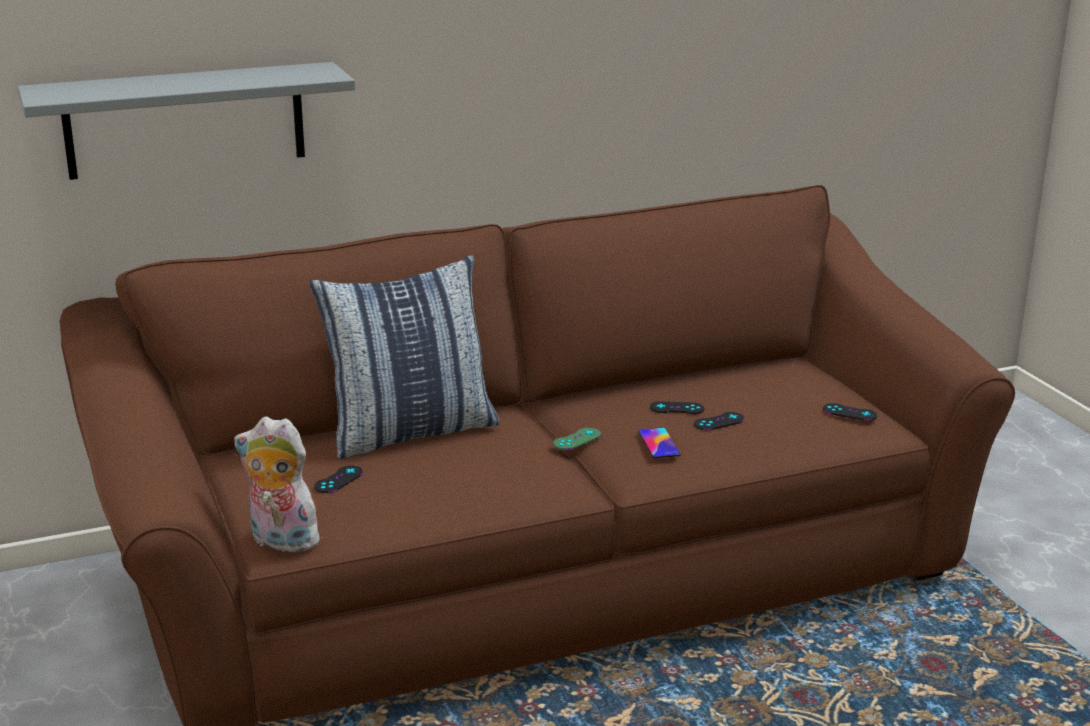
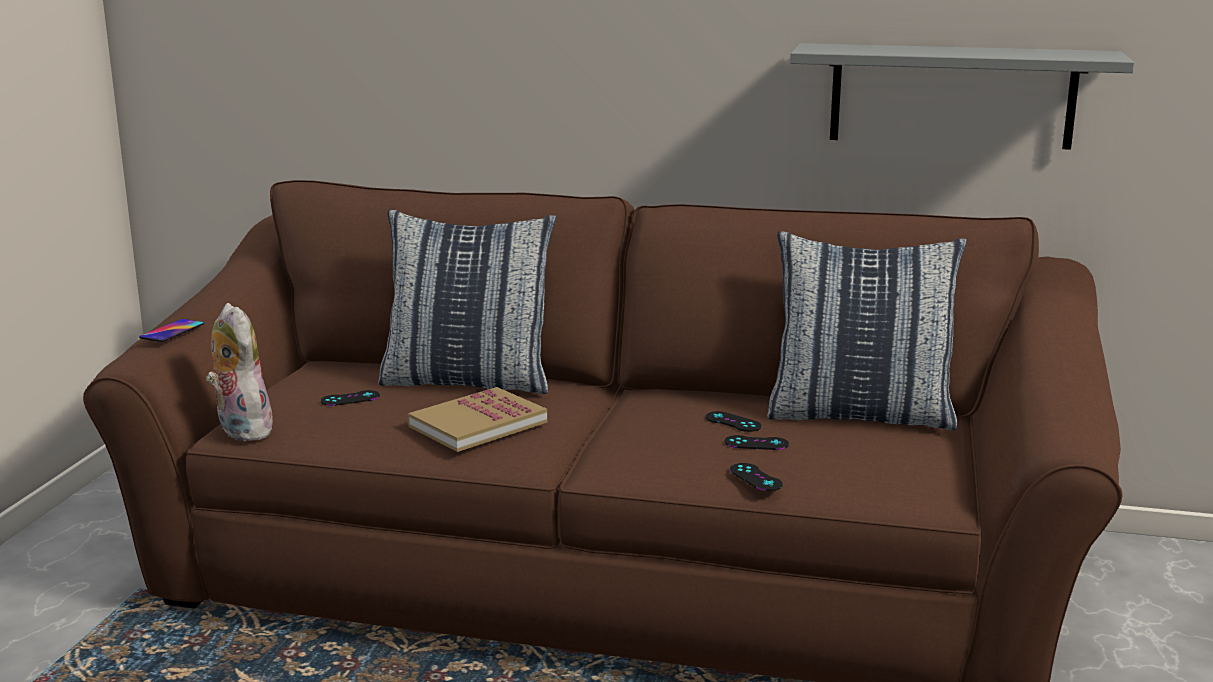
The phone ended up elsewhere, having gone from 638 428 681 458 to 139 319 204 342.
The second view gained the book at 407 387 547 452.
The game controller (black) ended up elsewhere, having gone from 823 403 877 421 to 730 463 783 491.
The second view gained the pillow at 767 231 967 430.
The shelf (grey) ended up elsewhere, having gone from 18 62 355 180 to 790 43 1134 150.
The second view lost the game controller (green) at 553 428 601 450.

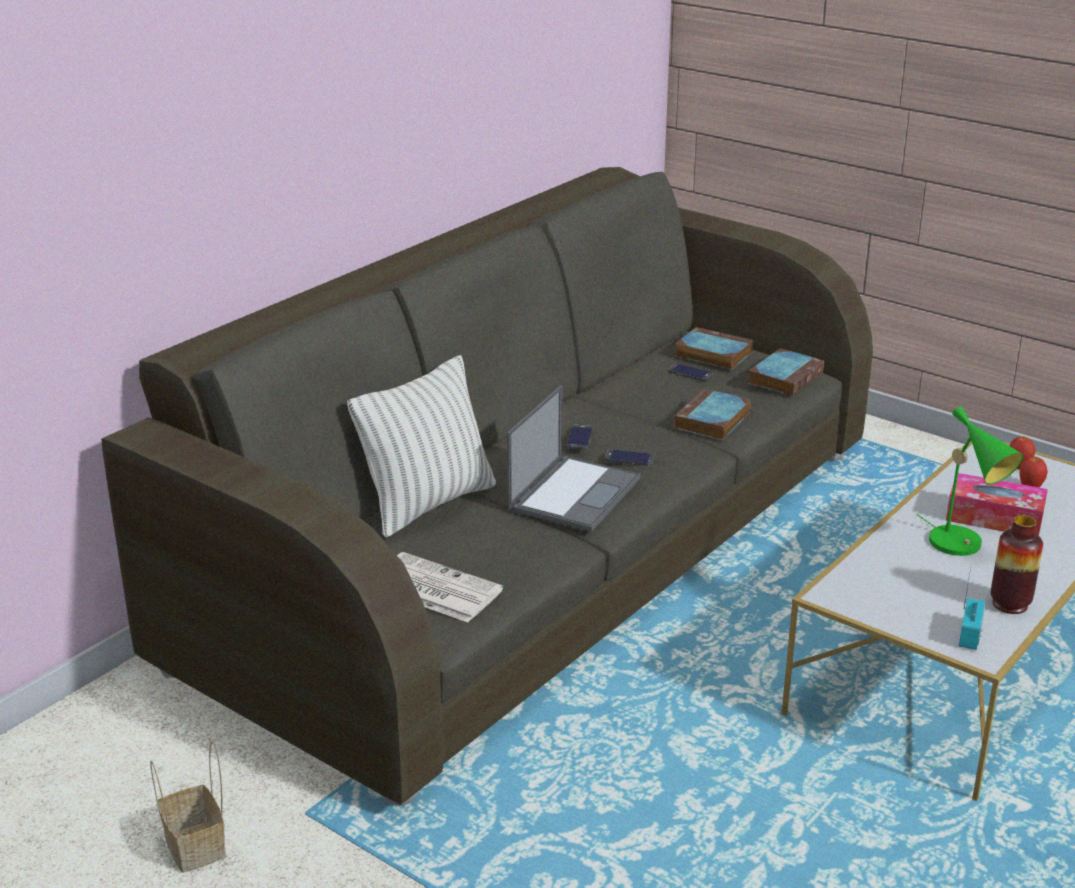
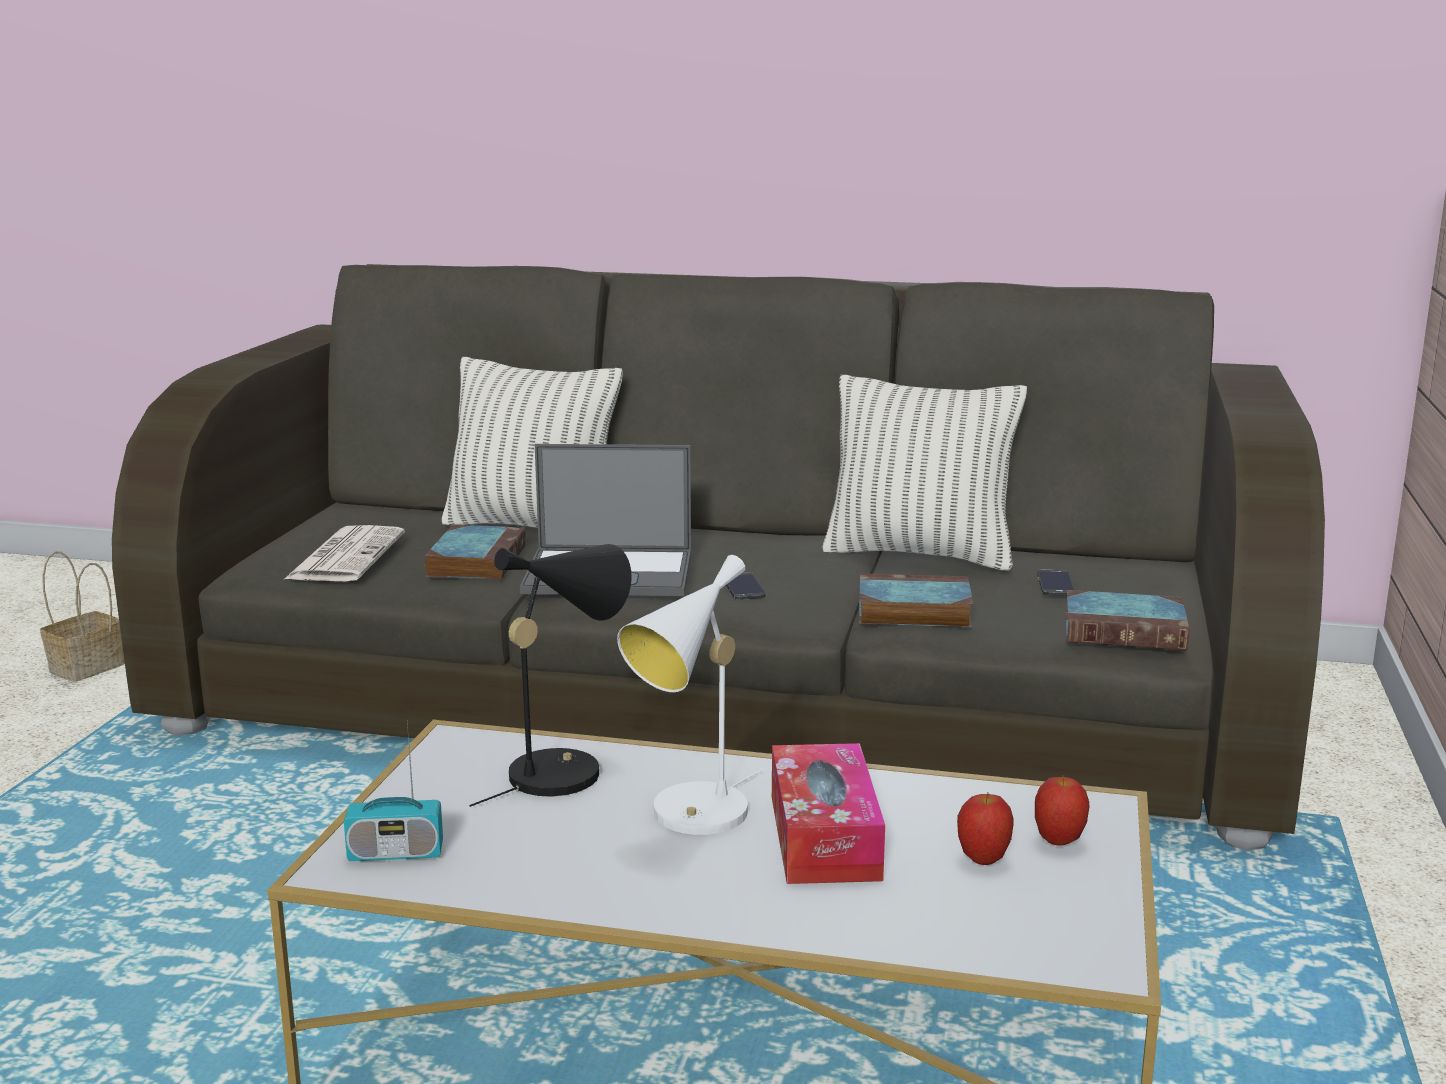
The book ended up elsewhere, having gone from 675 327 753 370 to 425 525 526 580.
The second view gained the table lamp (black) at 469 544 632 807.
What was the table lamp (green) at 916 406 1024 556 turned into the table lamp (white) at 617 555 763 835.
The second view gained the pillow at 822 375 1027 571.
The second view lost the phone at 566 425 593 449.
The second view lost the vase at 991 515 1043 614.

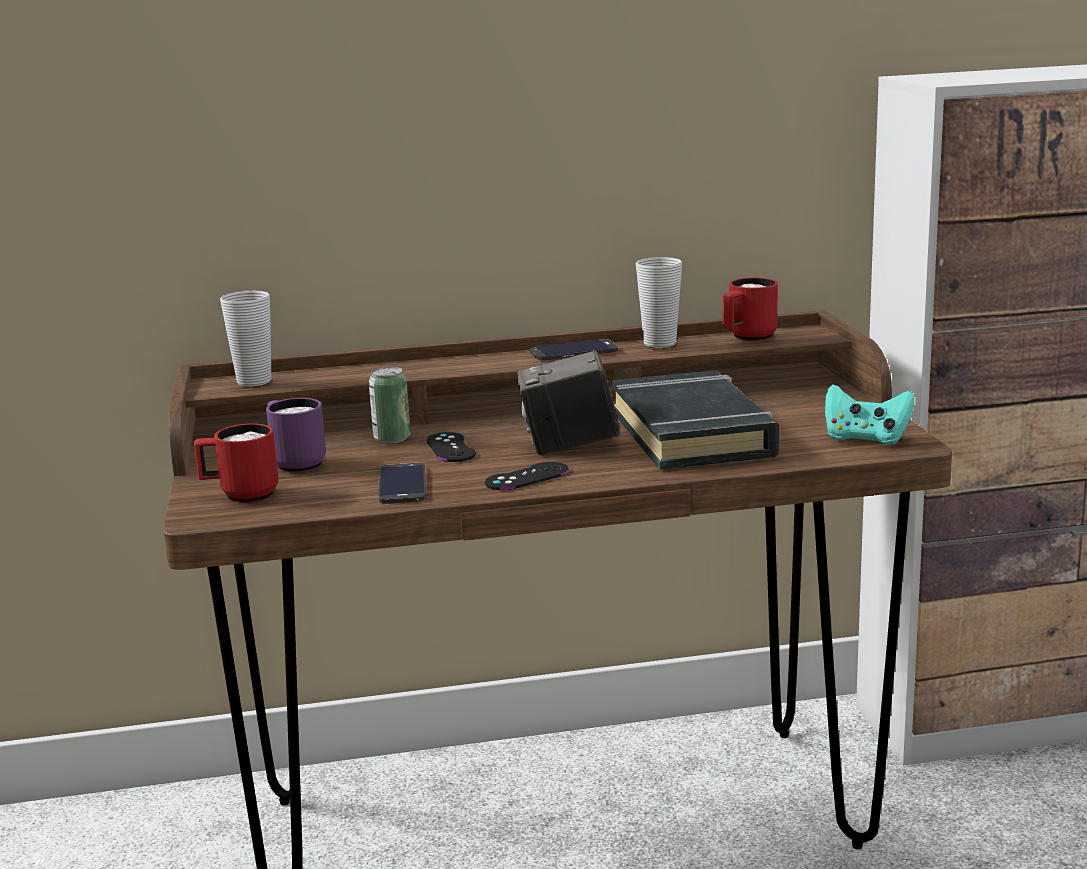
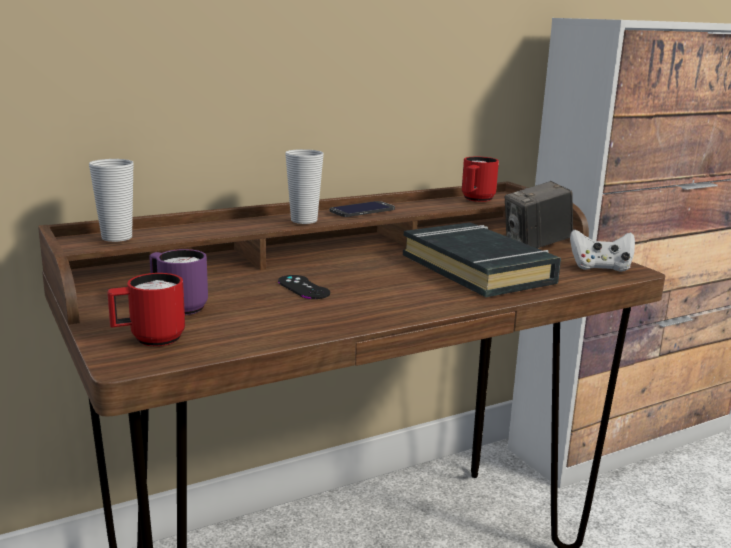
The cup ended up elsewhere, having gone from 636 257 682 348 to 285 149 324 224.
The photo camera ended up elsewhere, having gone from 517 350 620 455 to 505 181 573 248.
What was the game controller (turquoise) at 825 384 914 445 turned into the game controller (white) at 570 229 635 272.
The second view lost the can at 369 367 411 444.
The second view lost the phone at 378 463 426 504.
The second view lost the game controller (black) at 485 462 569 490.

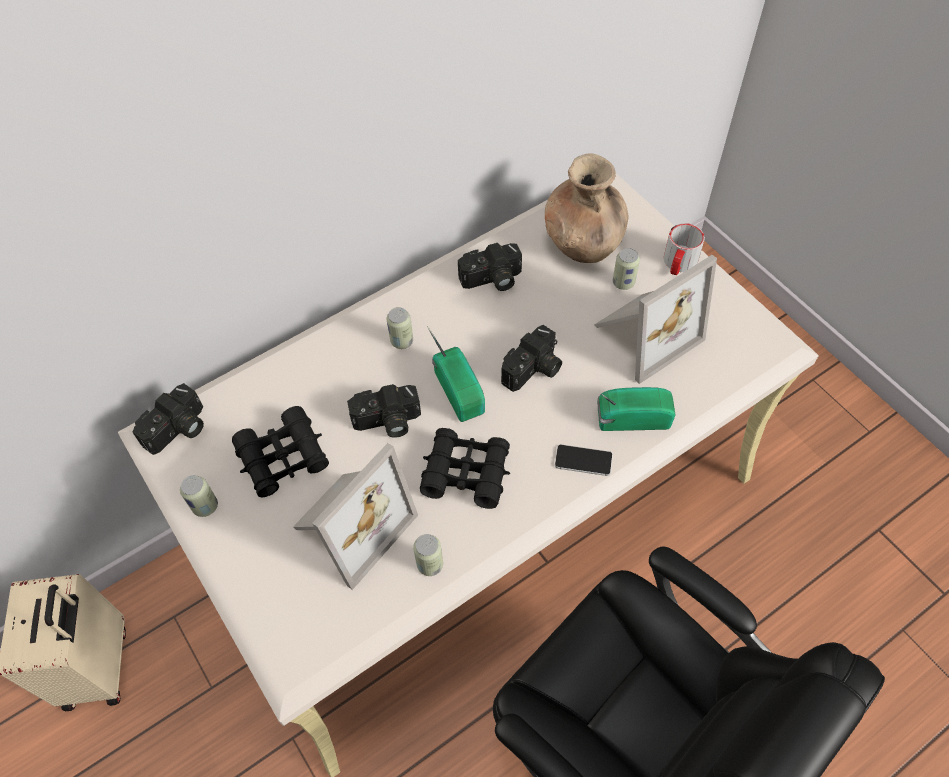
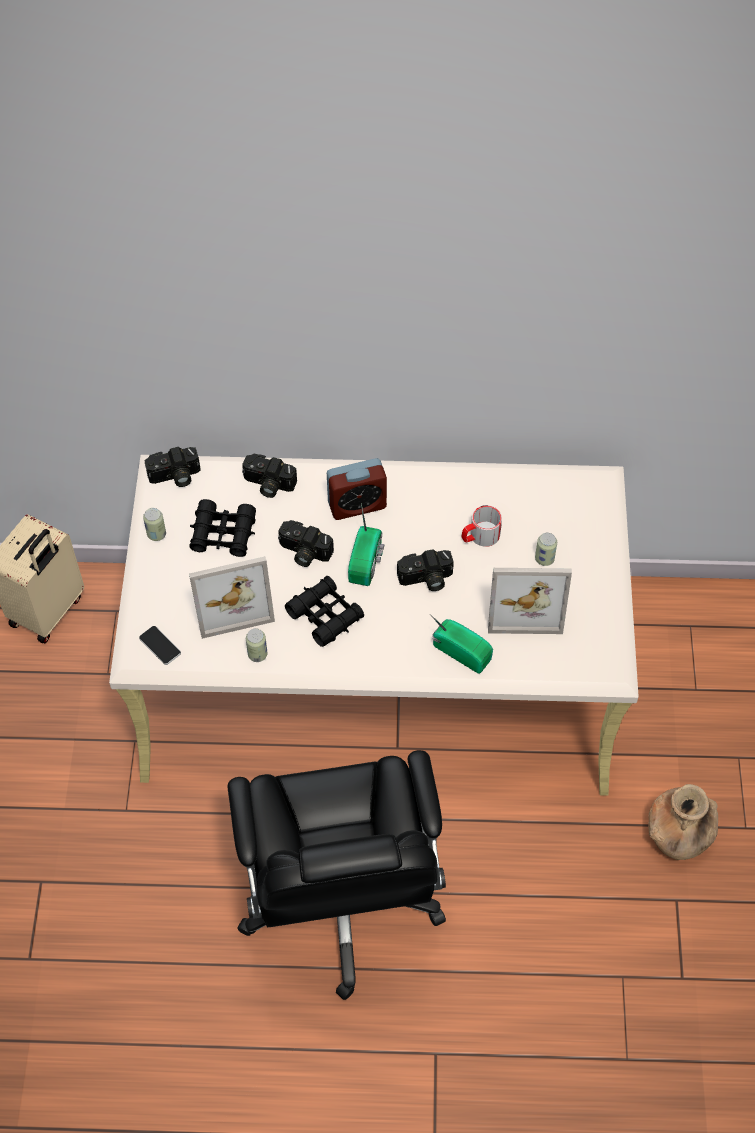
The phone ended up elsewhere, having gone from 555 445 613 476 to 139 626 181 665.
The photo camera ended up elsewhere, having gone from 458 243 522 291 to 242 454 297 498.
Where the can stood at 387 307 413 349, the alarm clock came to stand at 327 458 387 520.
The mug ended up elsewhere, having gone from 664 223 705 275 to 462 505 502 547.
The vase (brown) ended up elsewhere, having gone from 545 153 629 263 to 648 784 718 860.

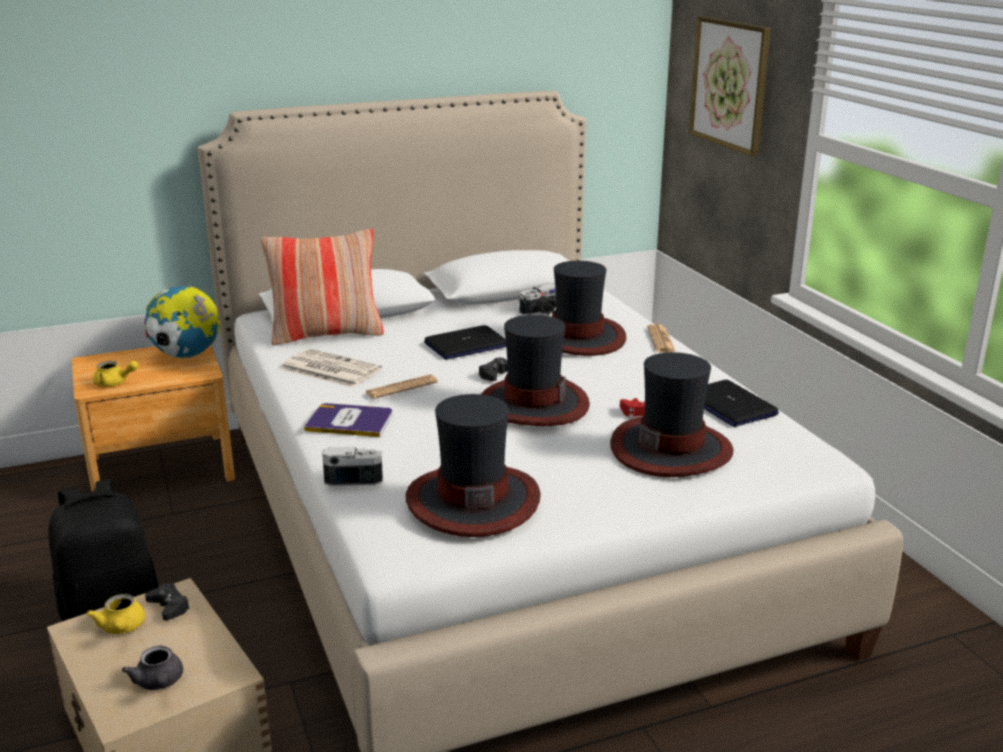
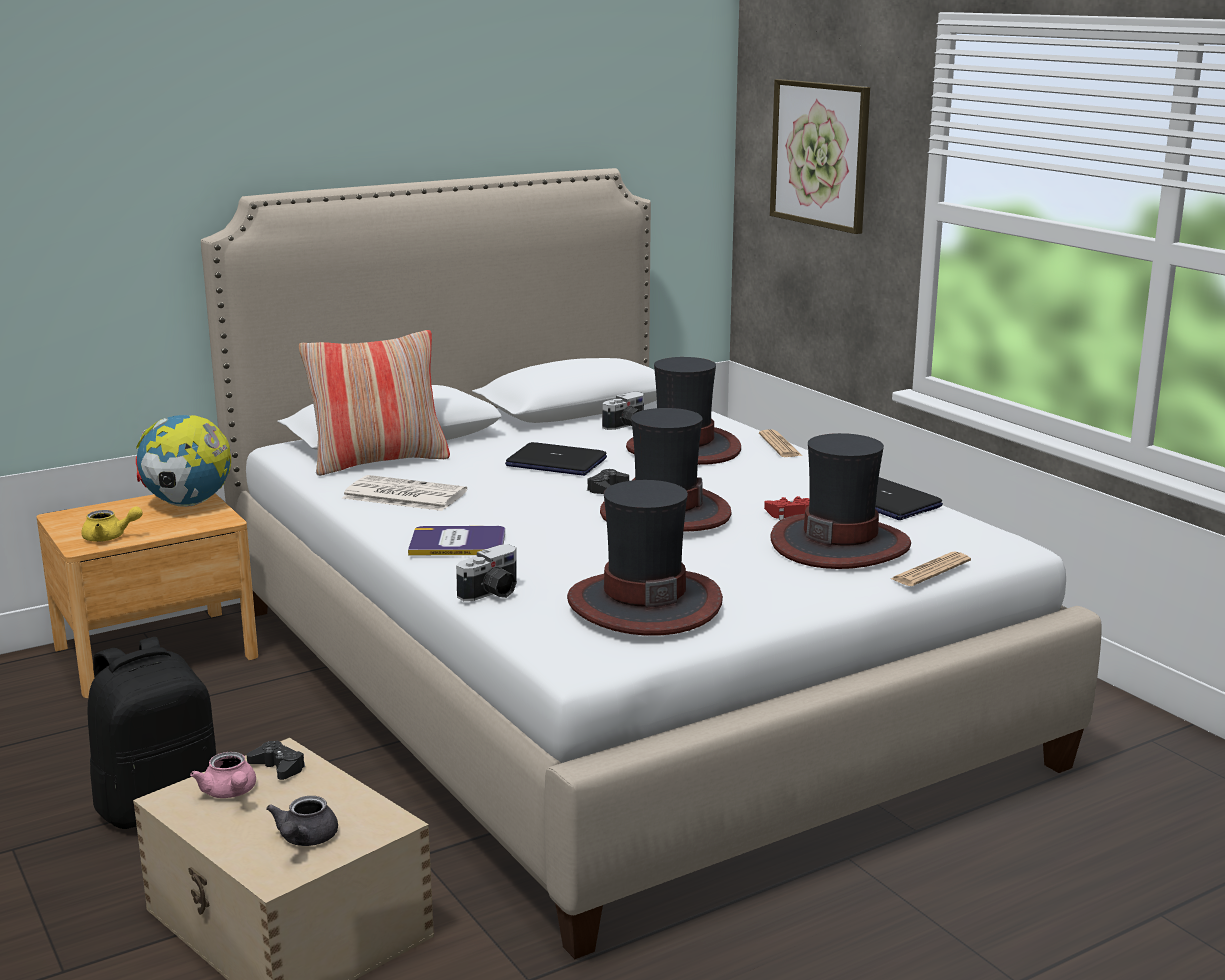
What was the teapot (yellow) at 87 594 145 634 turned into the teapot (pink) at 190 752 256 798.
The teapot (grey) at 122 646 183 690 ended up facing another way, 45 degrees clockwise from before.
The photo camera at 322 447 383 486 ended up facing another way, 150 degrees clockwise from before.
The laptop at 424 325 506 360 ended up facing another way, 60 degrees clockwise from before.
The newspaper ended up elsewhere, having gone from 366 374 438 399 to 891 552 971 586.

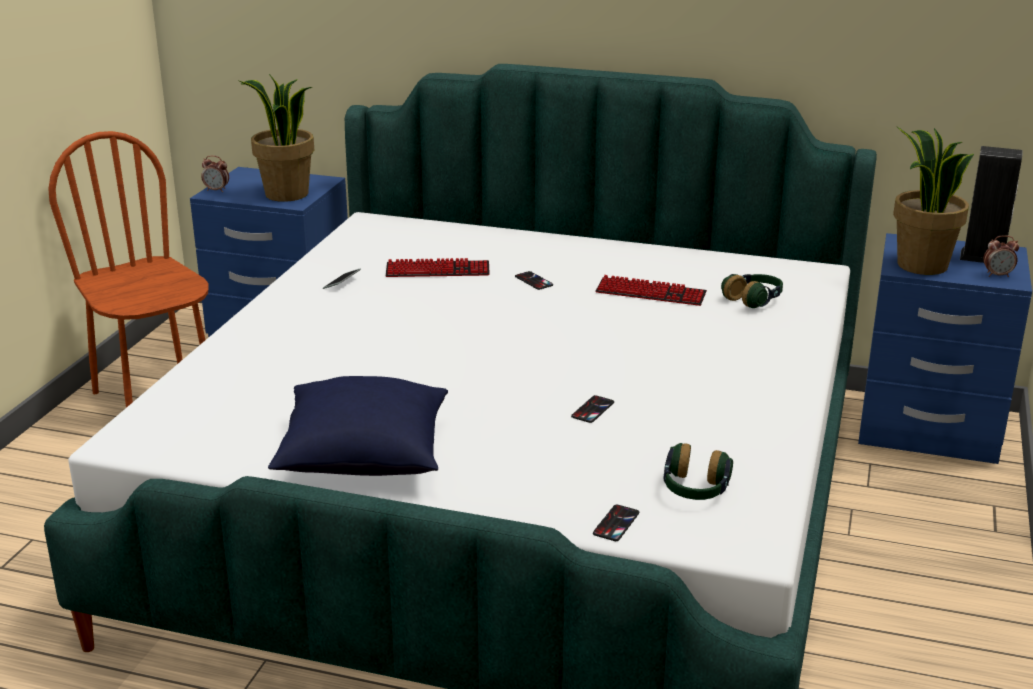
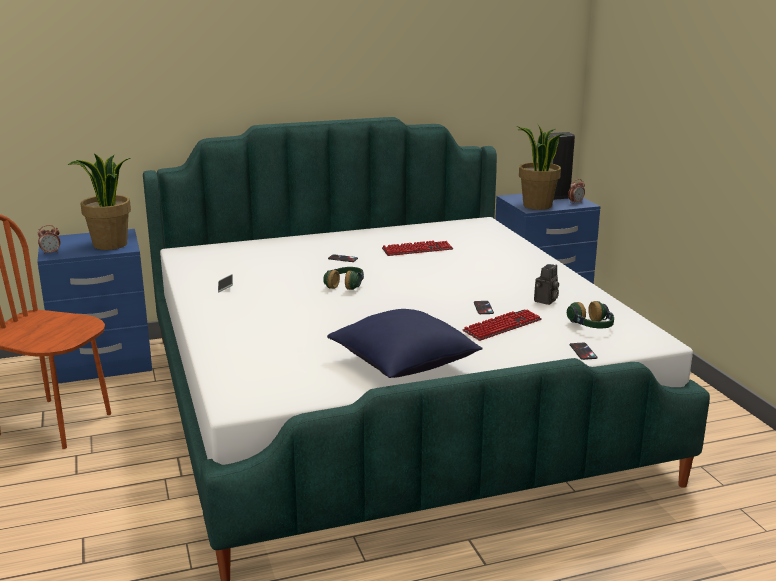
The headphones ended up elsewhere, having gone from 721 274 783 308 to 323 267 364 290.
The keyboard ended up elsewhere, having gone from 386 258 490 277 to 463 309 541 341.
The second view gained the photo camera at 534 264 559 305.

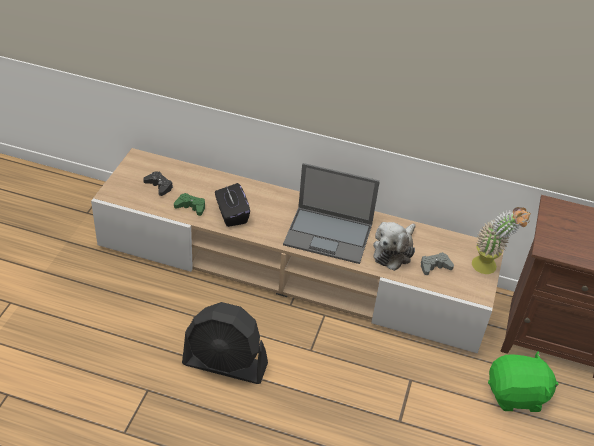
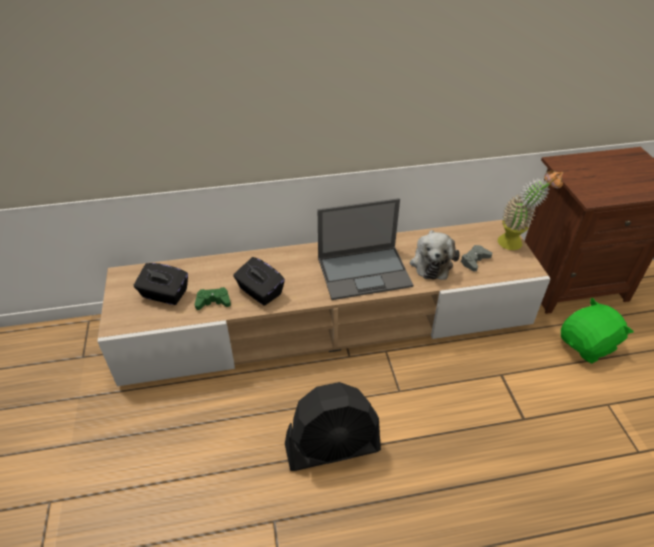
Where the game controller (black) stood at 143 172 173 196, the tissue box (black) came to stand at 134 263 188 305.

